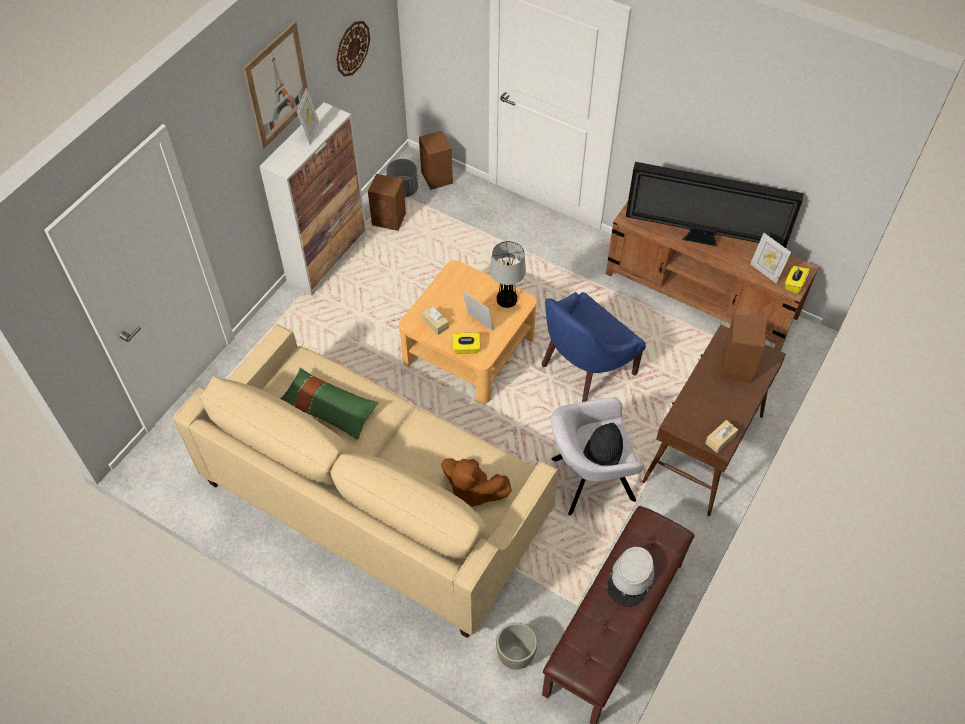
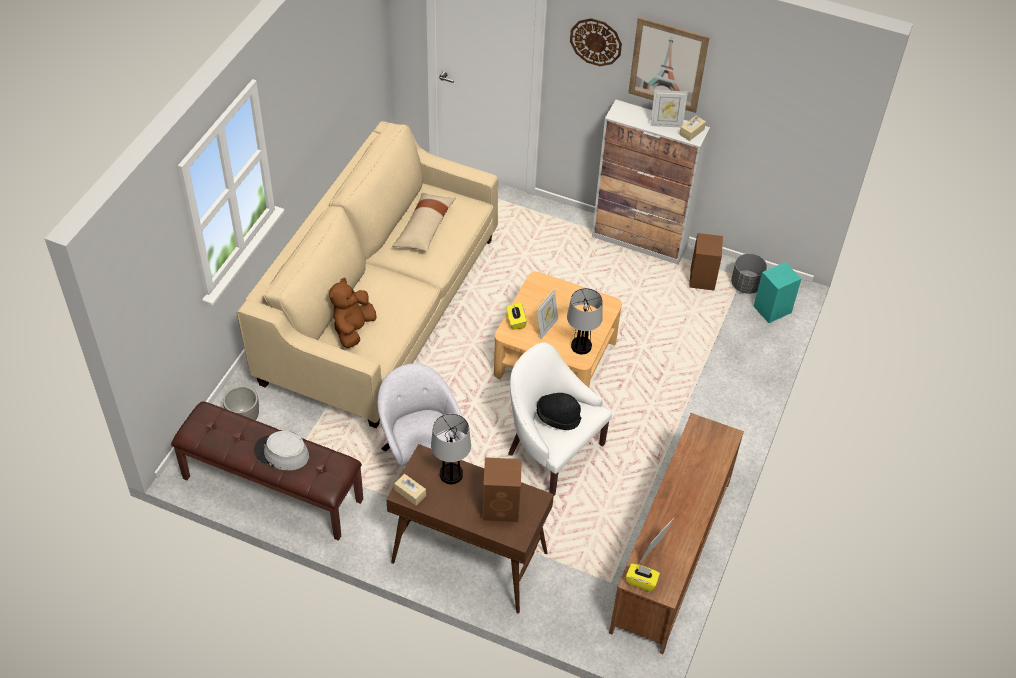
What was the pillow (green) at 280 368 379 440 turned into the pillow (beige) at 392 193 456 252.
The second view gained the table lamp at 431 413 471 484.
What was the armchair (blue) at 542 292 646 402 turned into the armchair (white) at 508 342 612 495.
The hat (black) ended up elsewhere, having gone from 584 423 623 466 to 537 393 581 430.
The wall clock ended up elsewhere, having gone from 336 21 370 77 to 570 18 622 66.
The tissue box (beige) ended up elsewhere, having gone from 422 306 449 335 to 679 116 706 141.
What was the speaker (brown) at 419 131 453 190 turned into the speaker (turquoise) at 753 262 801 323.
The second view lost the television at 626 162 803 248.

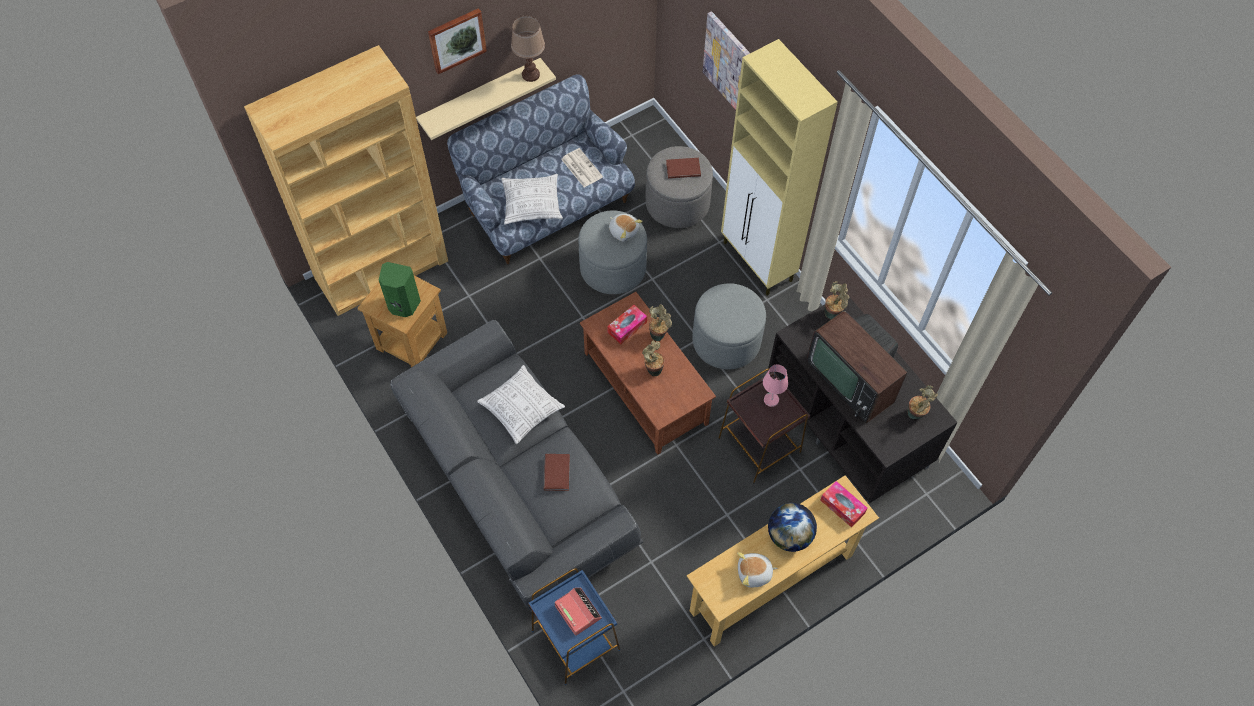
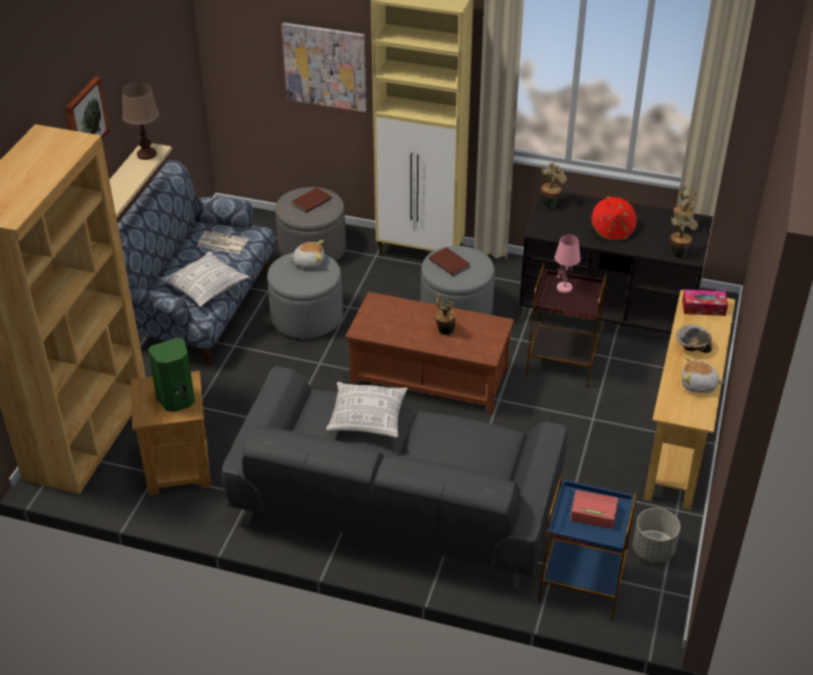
The book (brown) ended up elsewhere, having gone from 544 454 570 491 to 429 247 470 276.
Where the television stood at 807 311 907 423, the hat (red) came to stand at 591 196 637 242.
The second view gained the planter (grey) at 633 508 680 563.
The potted plant ended up elsewhere, having gone from 649 304 672 341 to 670 212 698 259.
Where the globe stood at 768 503 817 552, the bowl came to stand at 676 324 712 353.
The plush toy at 737 552 777 588 ended up facing another way, 60 degrees clockwise from before.
The second view lost the tissue box at 607 305 647 344.

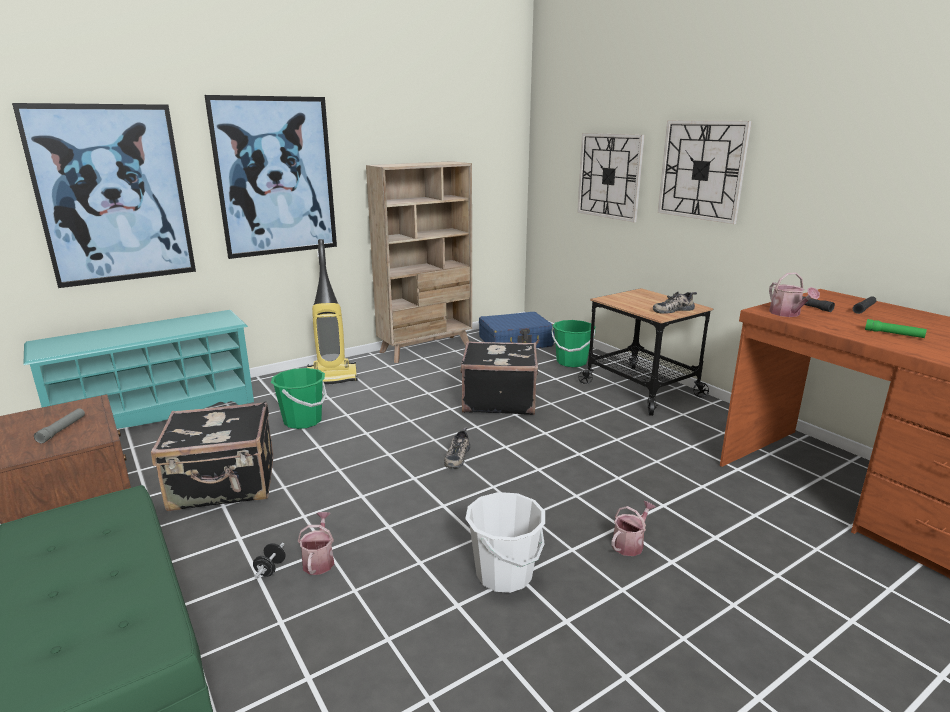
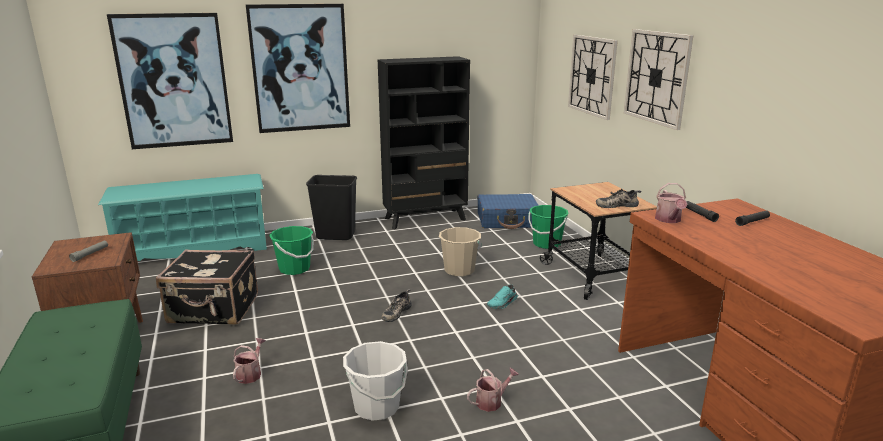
Where the vacuum cleaner stood at 307 239 357 384, the trash can (black) came to stand at 306 175 357 240.
What was the bookcase (beige) at 366 161 472 363 turned into the bookcase (black) at 378 56 470 229.
Where the suitcase (black) stood at 461 341 538 415, the bucket (beige) came to stand at 439 227 482 276.
The second view gained the shoe (turquoise) at 487 284 518 309.
The second view lost the dumbbell (black) at 253 543 286 578.
The second view lost the flashlight (green) at 865 319 927 338.

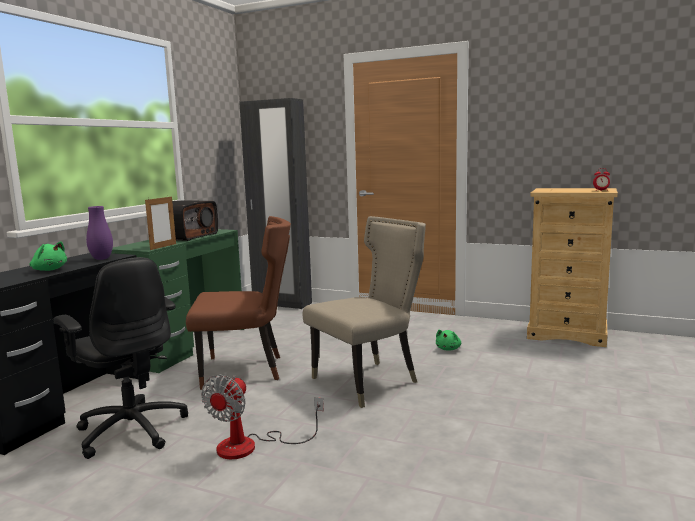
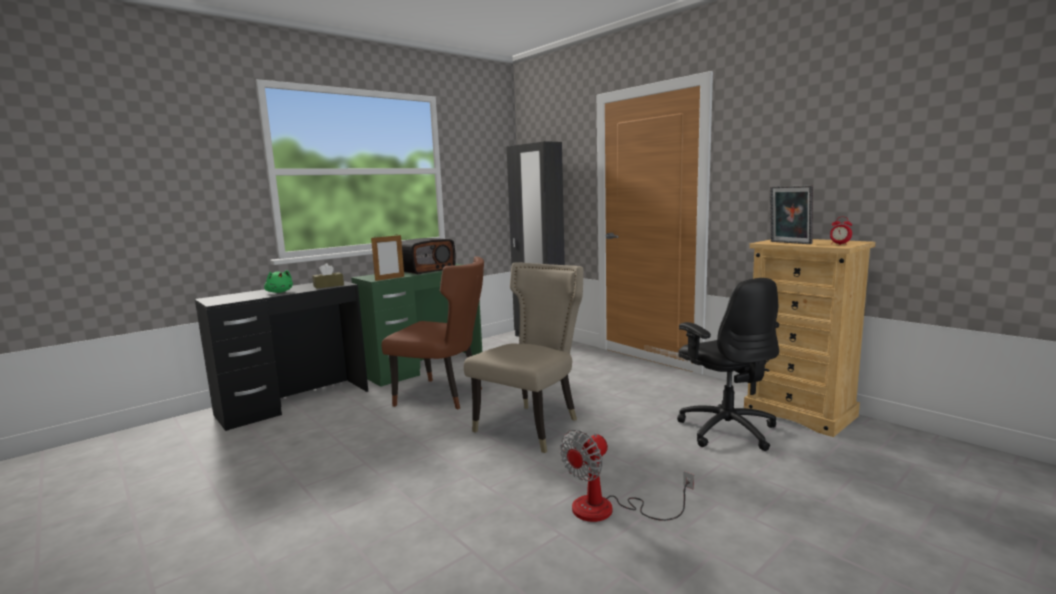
Where the vase (purple) stood at 86 206 113 260, the tissue box (brown) came to stand at 312 263 344 289.
The chair (beige) at 303 216 426 408 ended up facing another way, 45 degrees counterclockwise from before.
The fan ended up elsewhere, having gone from 201 375 324 459 to 560 430 694 522.
The office chair (black) ended up elsewhere, having gone from 54 257 188 459 to 677 278 779 451.
The second view gained the picture frame at 770 185 813 244.
The second view lost the plush toy (green) at 436 330 461 350.

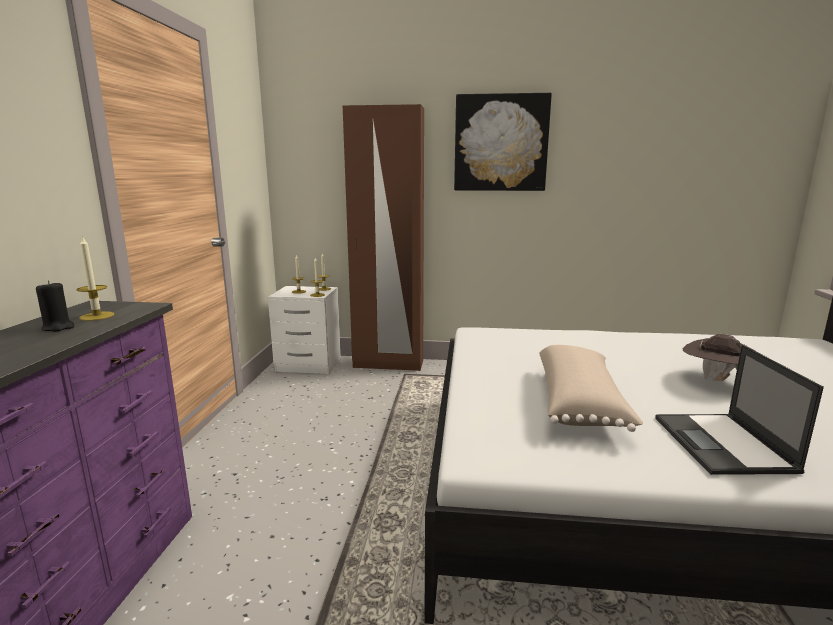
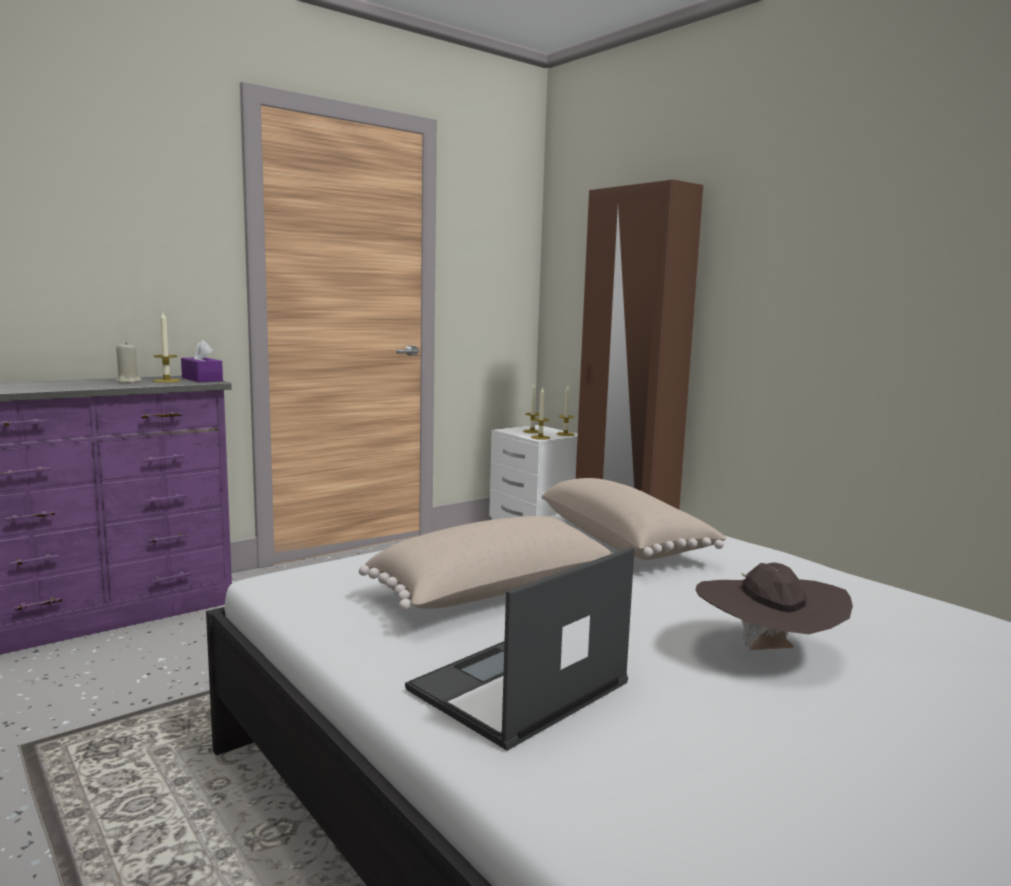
What was the candle (black) at 36 280 74 331 turned into the candle (beige) at 116 342 141 383.
The second view gained the tissue box (purple) at 181 340 223 382.
The second view gained the pillow (beige) at 541 478 727 560.
The second view lost the picture at 454 93 552 191.

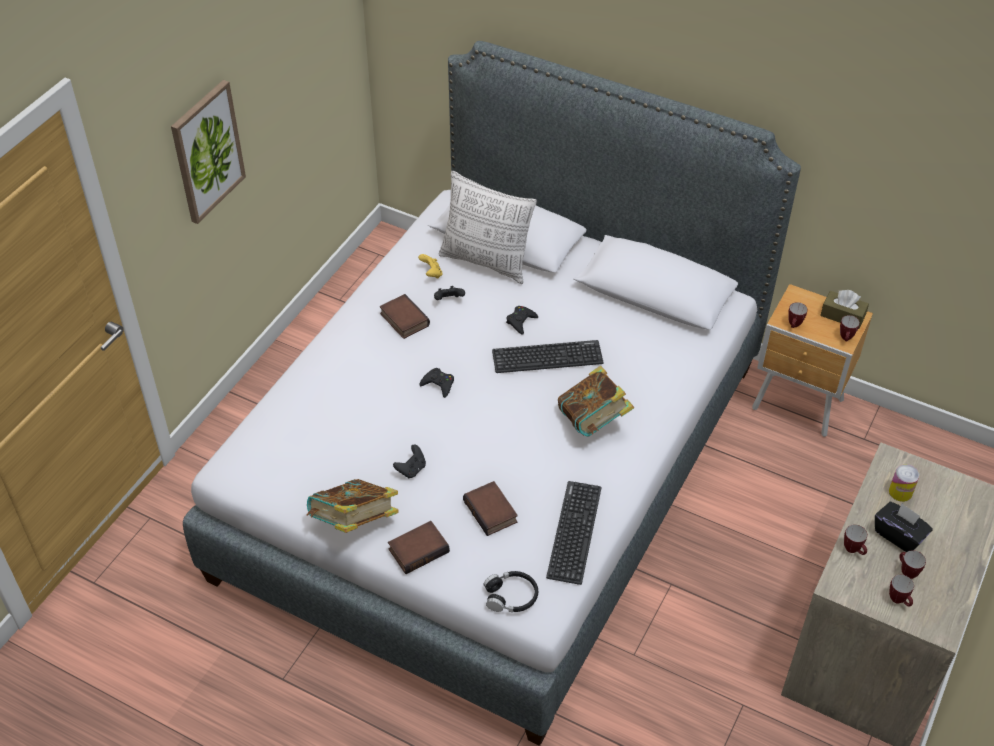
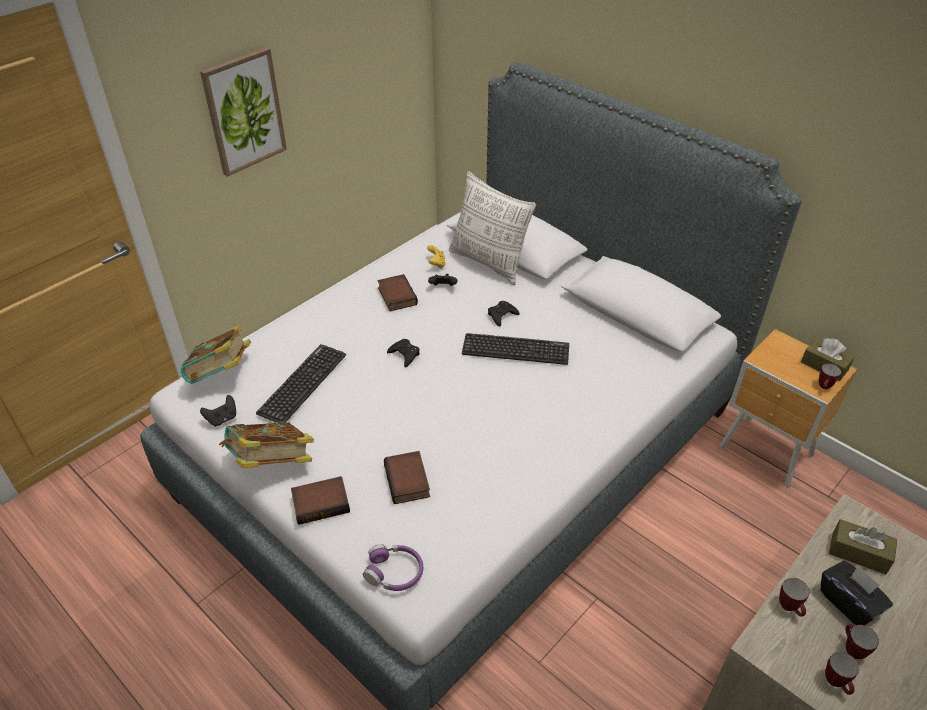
The book ended up elsewhere, having gone from 558 366 634 437 to 181 324 251 384.
The game controller (black) ended up elsewhere, having gone from 393 445 426 478 to 200 395 236 427.
The keyboard ended up elsewhere, having gone from 546 481 601 585 to 256 344 346 422.
What was the headphones (black) at 483 571 538 612 turned into the headphones (purple) at 363 544 423 591.
Where the can stood at 889 464 920 502, the tissue box (brown) came to stand at 829 519 897 574.
The second view lost the mug at 788 302 807 328.

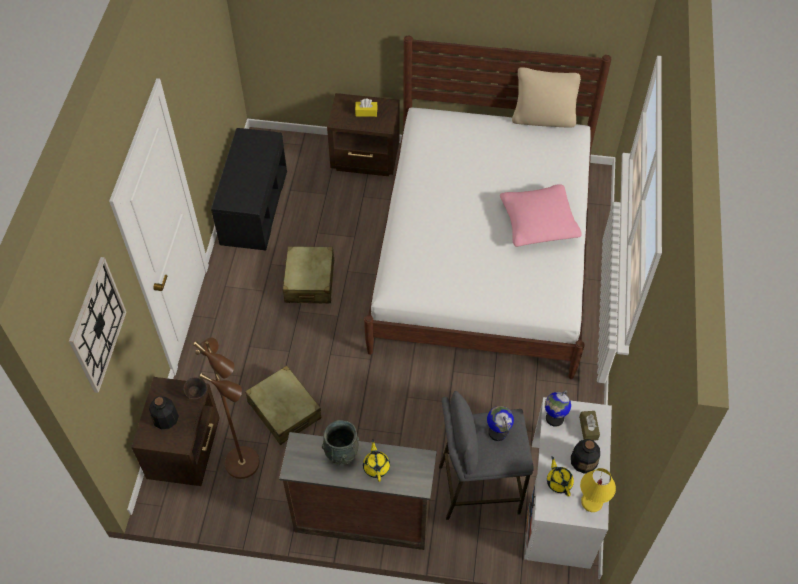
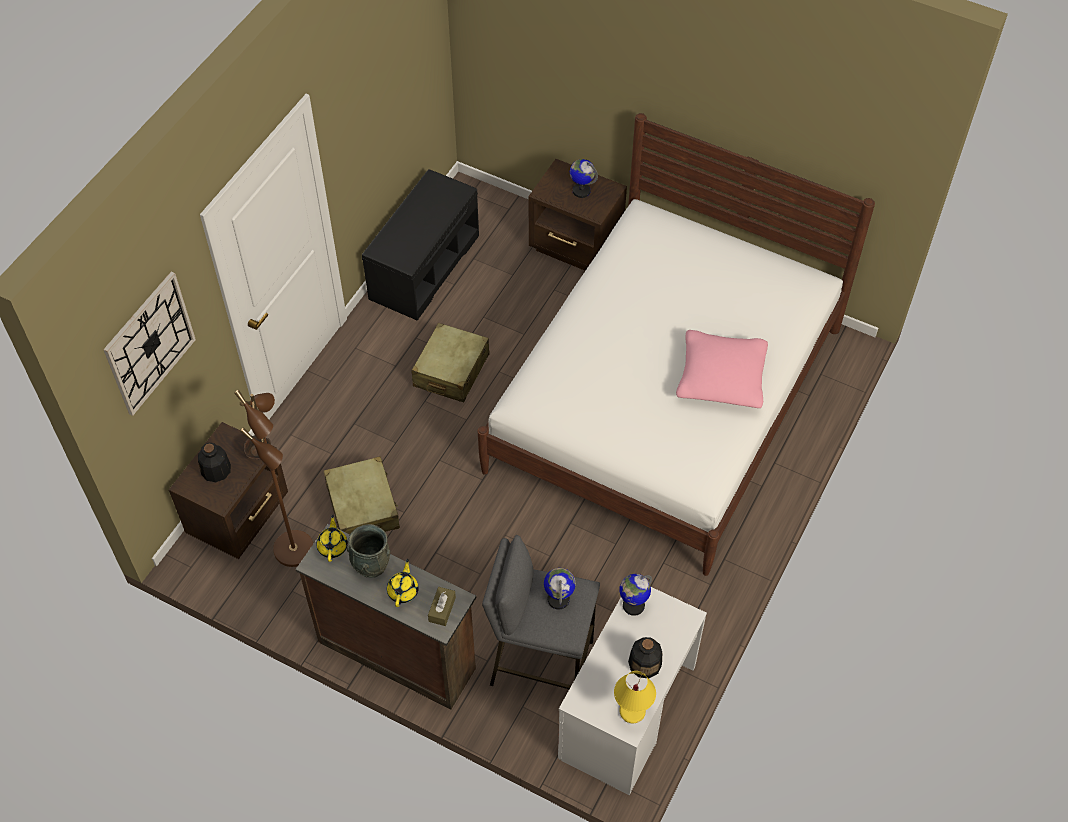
The teapot (yellow) ended up elsewhere, having gone from 547 456 574 496 to 316 514 348 562.
The tissue box (brown) ended up elsewhere, having gone from 579 411 600 440 to 428 587 456 626.
Where the tissue box (yellow) stood at 355 99 377 117, the globe came to stand at 570 159 598 198.
The second view lost the pillow (beige) at 512 67 581 128.

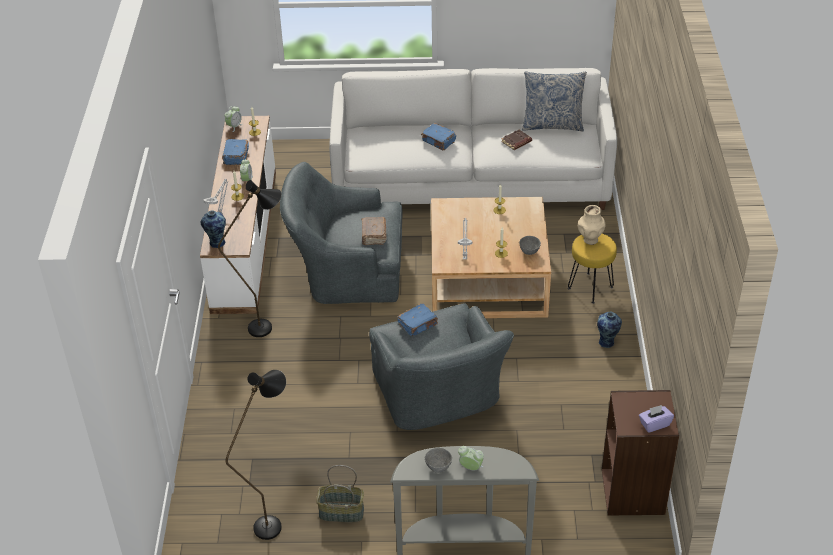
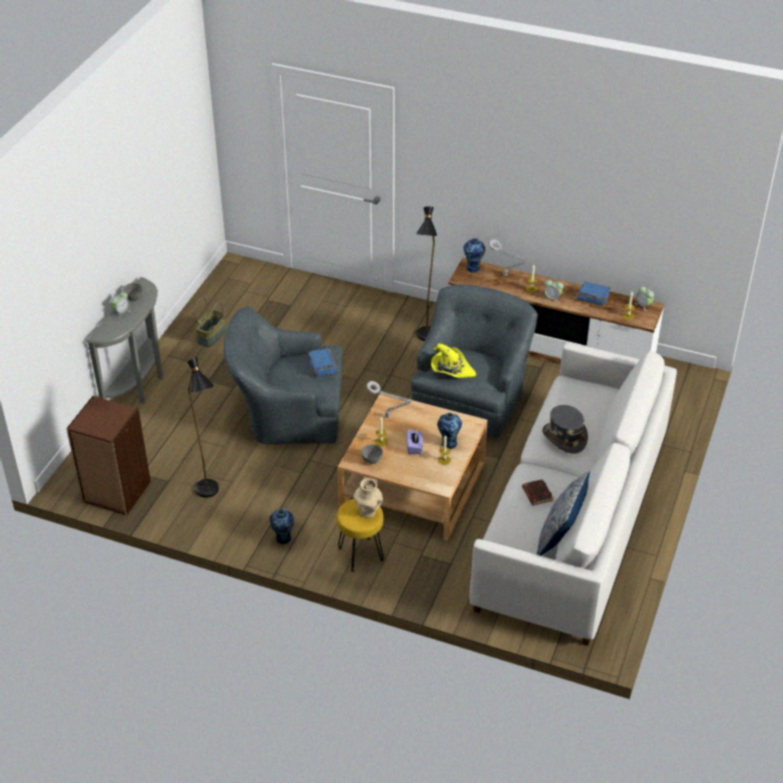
The floor lamp (black) ended up elsewhere, having gone from 225 370 286 540 to 187 357 219 498.
The tissue box (purple) ended up elsewhere, having gone from 639 405 674 433 to 406 430 423 454.
Where the book (brown) stood at 361 217 387 245, the hat (yellow) came to stand at 431 344 476 378.
The second view gained the vase at 437 412 462 449.
Where the book (blue) stood at 421 123 456 150, the hat (grey) came to stand at 542 405 588 454.

